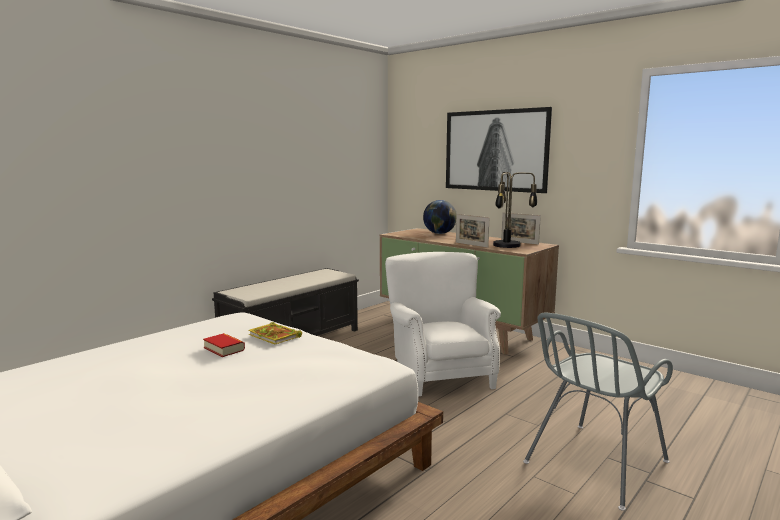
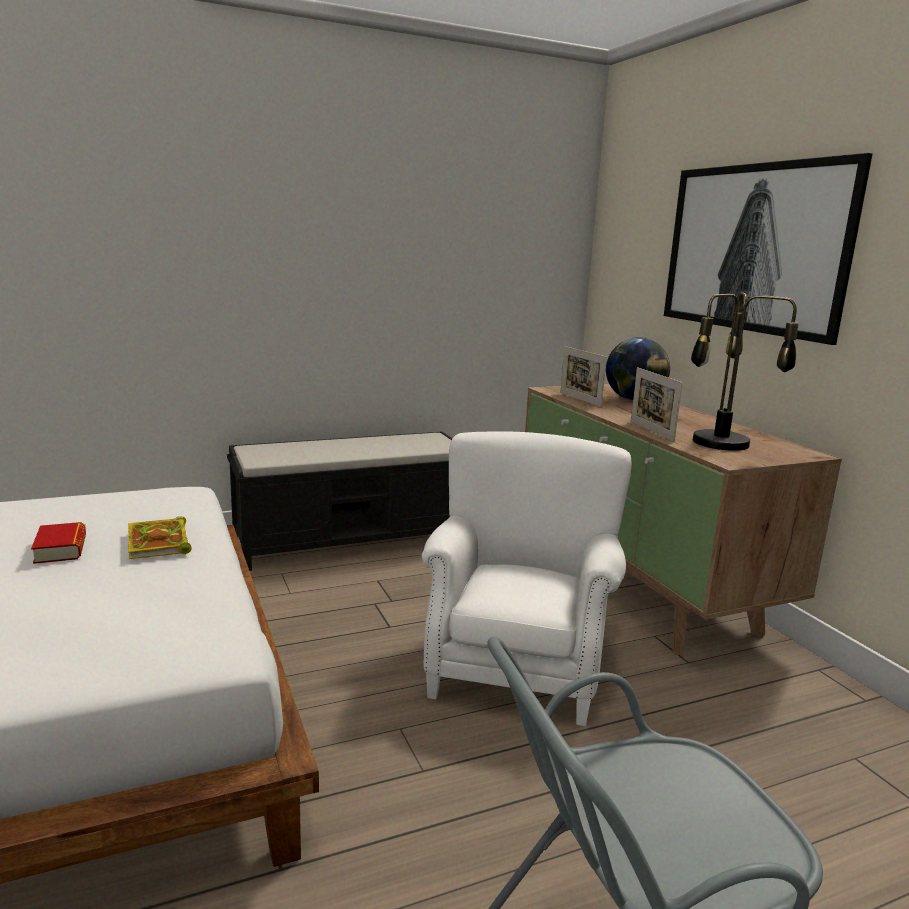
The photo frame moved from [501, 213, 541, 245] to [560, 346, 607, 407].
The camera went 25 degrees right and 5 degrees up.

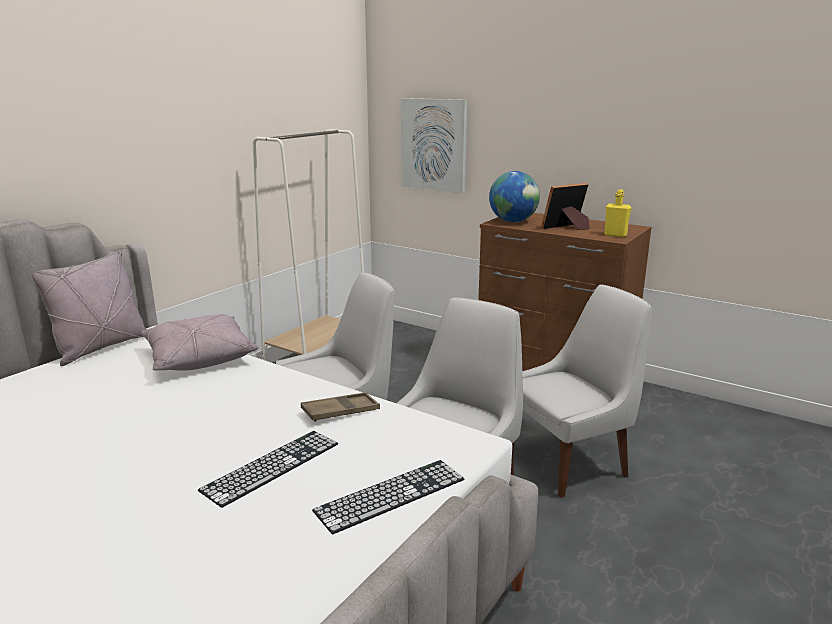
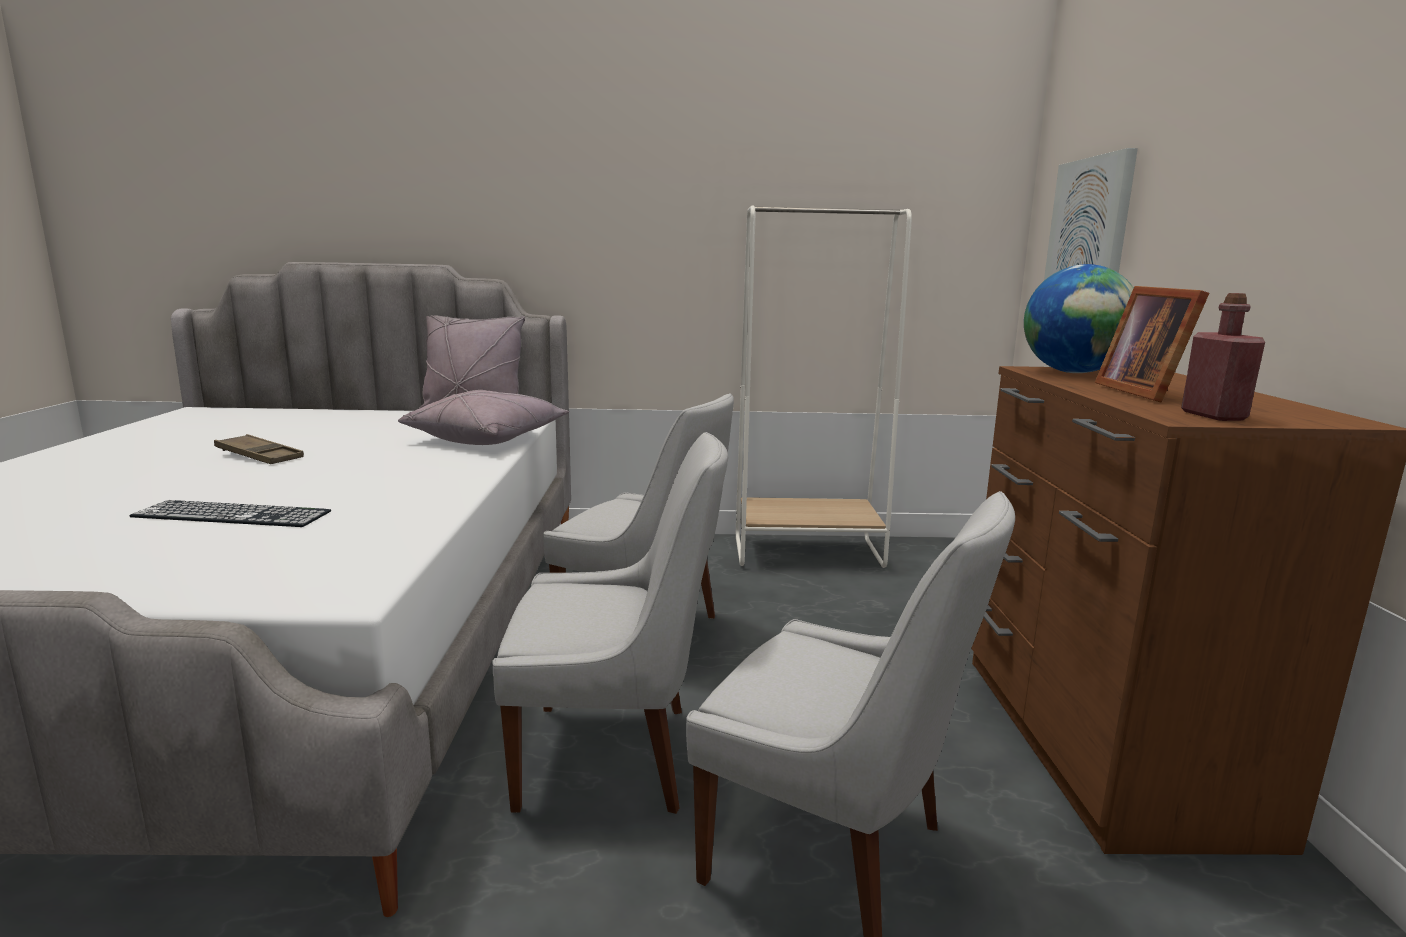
The photo frame at [541, 183, 590, 230] turned 120 degrees counterclockwise.
The yellowish beverage bottle at [604, 189, 632, 237] became the red-coloured beverage bottle at [1181, 293, 1265, 421].
The brown-coloured serving tray moved from [301, 392, 380, 422] to [214, 434, 304, 464].
The computer keyboard at [312, 460, 464, 535] disappeared.
The camera went 55 degrees right and 5 degrees down.

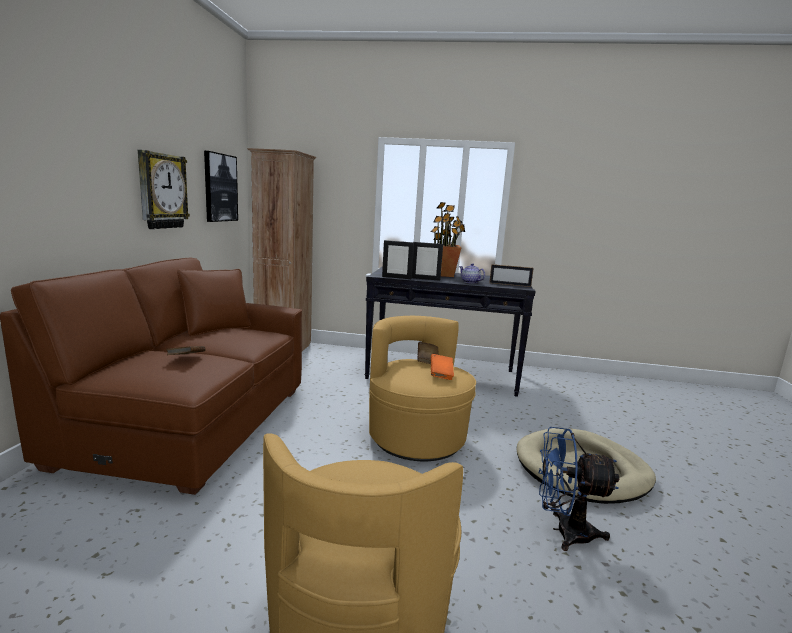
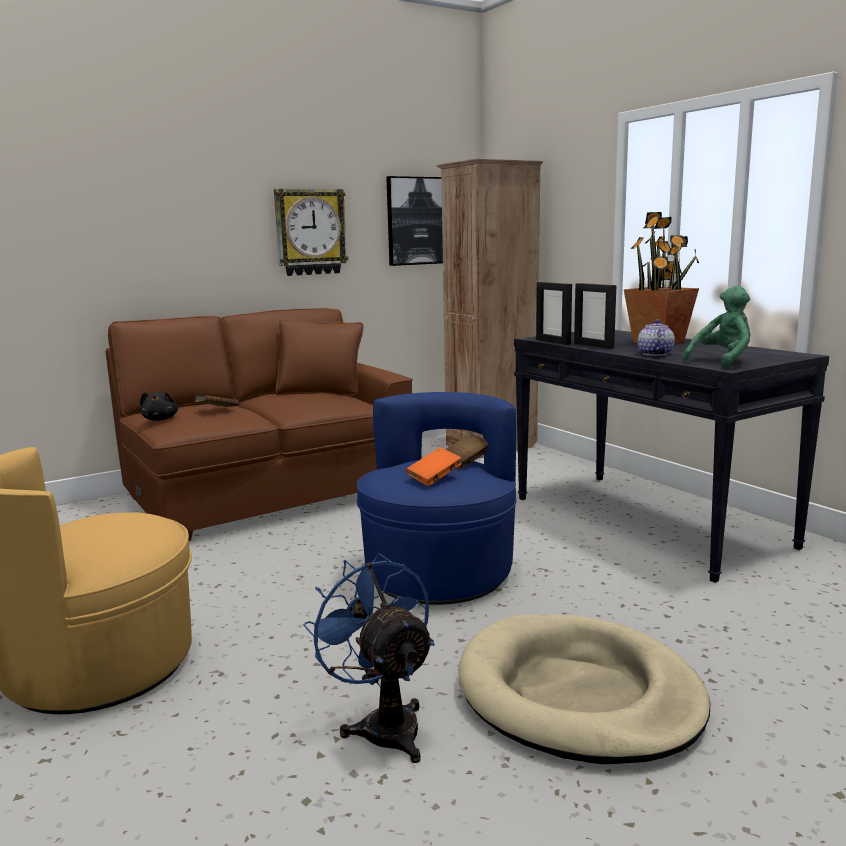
The photo frame at [489, 264, 534, 287] was replaced by the greenish soft toy at [682, 286, 750, 369].
The beige lounge chair at [369, 316, 476, 461] became the blue-coloured lounge chair at [357, 392, 516, 605].
The black soft toy at [140, 392, 178, 421] appeared.
The camera went 50 degrees right and 0 degrees up.

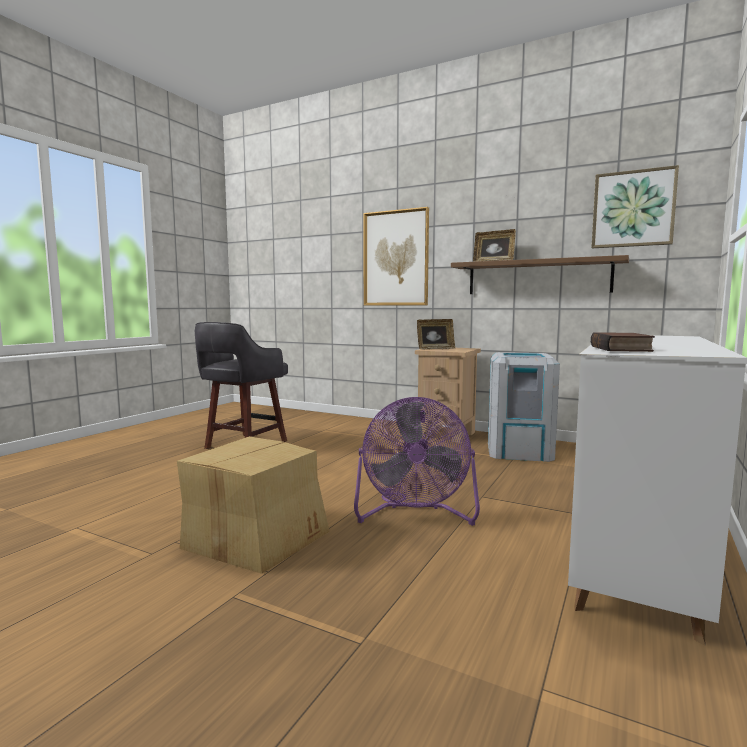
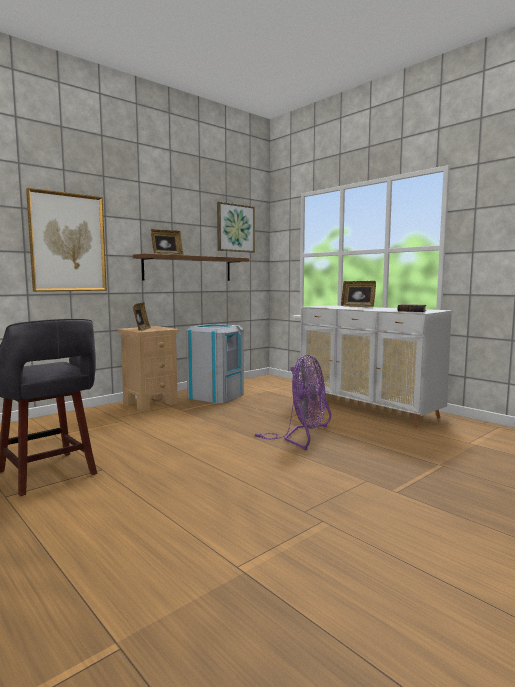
The carton at [177, 436, 330, 574] disappeared.
The photo frame at [341, 281, 376, 307] appeared.
The camera went 70 degrees left and 0 degrees up.

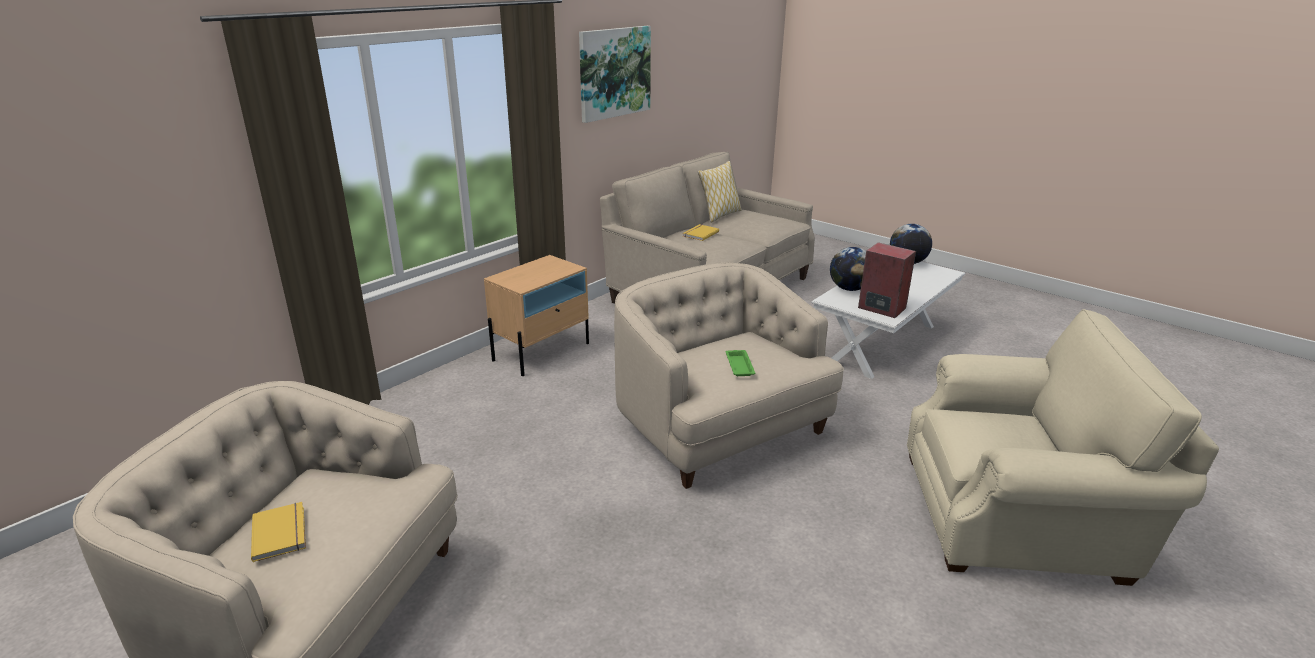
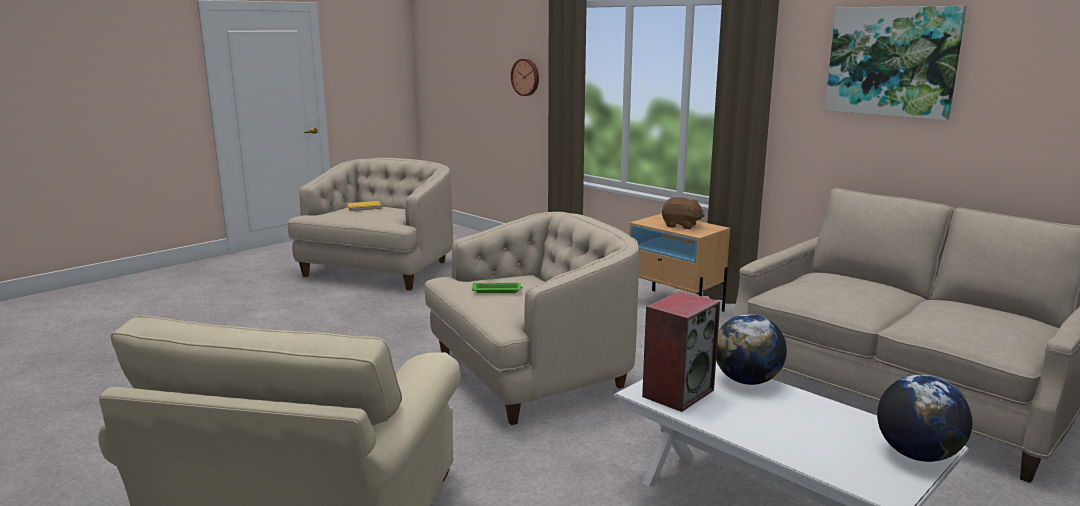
The cushion at [698, 161, 741, 223] disappeared.
The yellowish bound book at [683, 224, 719, 241] disappeared.
The hanging clock at [511, 59, 539, 96] appeared.
The brown-coloured soft toy at [662, 197, 705, 229] appeared.
The camera went 95 degrees right and 10 degrees down.

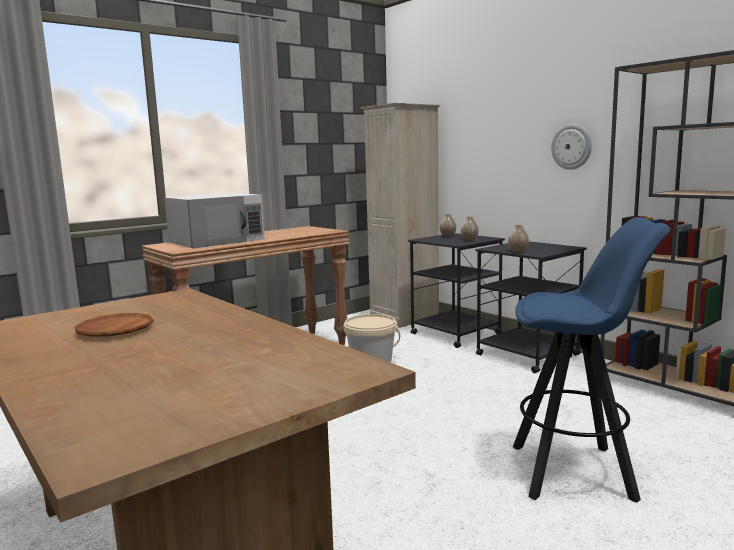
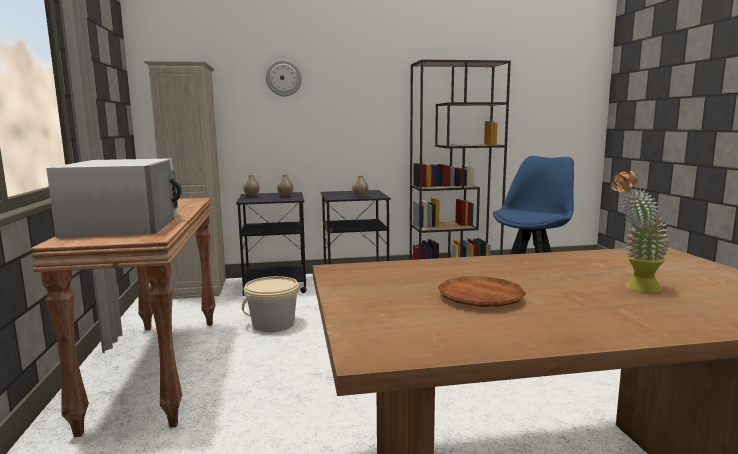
The hanging clock moved from [551, 124, 592, 170] to [266, 59, 302, 96].
The houseplant at [610, 171, 671, 293] appeared.
The camera went 60 degrees left and 0 degrees up.

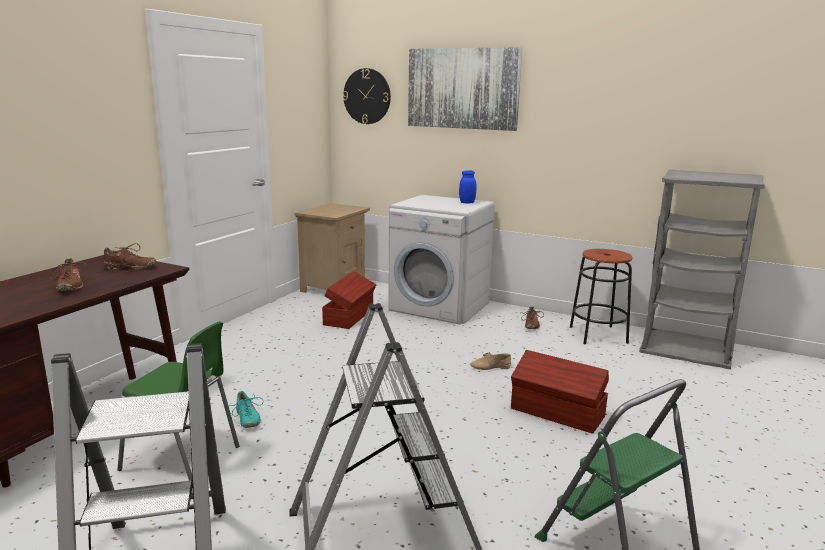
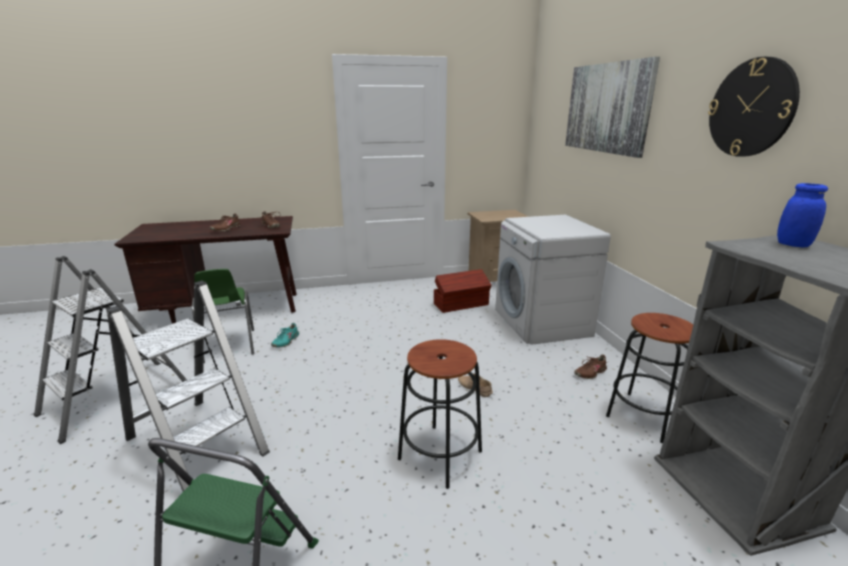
The hanging clock moved from [343, 68, 391, 124] to [708, 57, 800, 157].
The blue-coloured jar moved from [459, 171, 477, 203] to [777, 183, 828, 248].
The brown-coloured storage bin at [511, 350, 609, 434] was replaced by the black stool seat at [398, 339, 482, 489].
The camera went 50 degrees right and 5 degrees up.

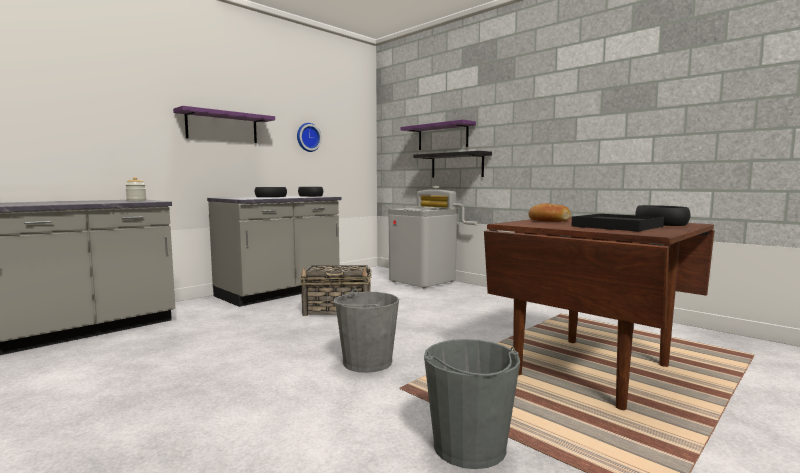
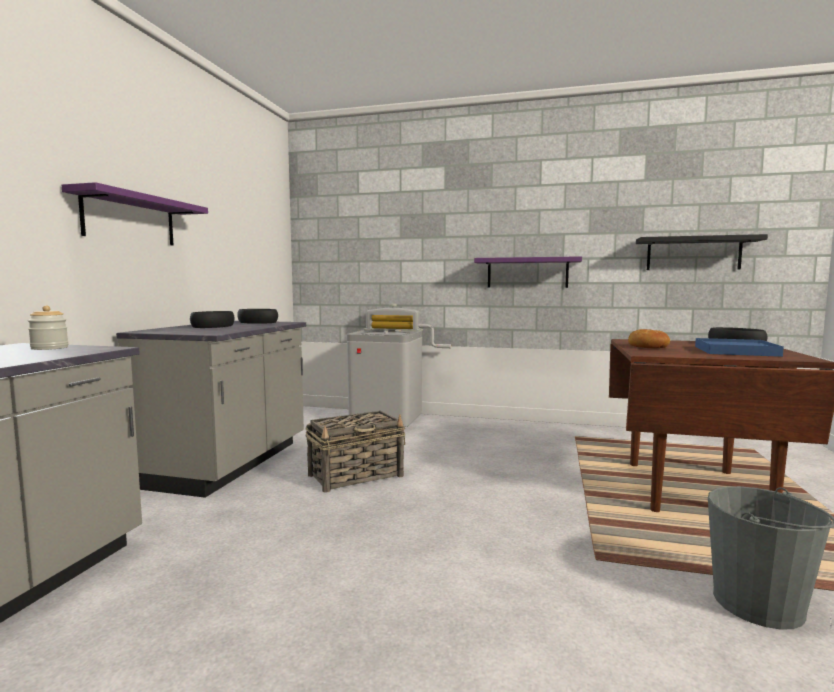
The purple-coloured bracket shelf moved from [401, 119, 476, 150] to [474, 256, 582, 288].
The hanging clock at [297, 123, 322, 152] disappeared.
The black bracket shelf moved from [414, 151, 492, 177] to [636, 234, 768, 270].
The black serving tray at [571, 214, 664, 231] became the blue-coloured serving tray at [695, 338, 784, 357].
The grey bucket at [333, 289, 399, 373] disappeared.
The camera went 30 degrees left and 0 degrees up.

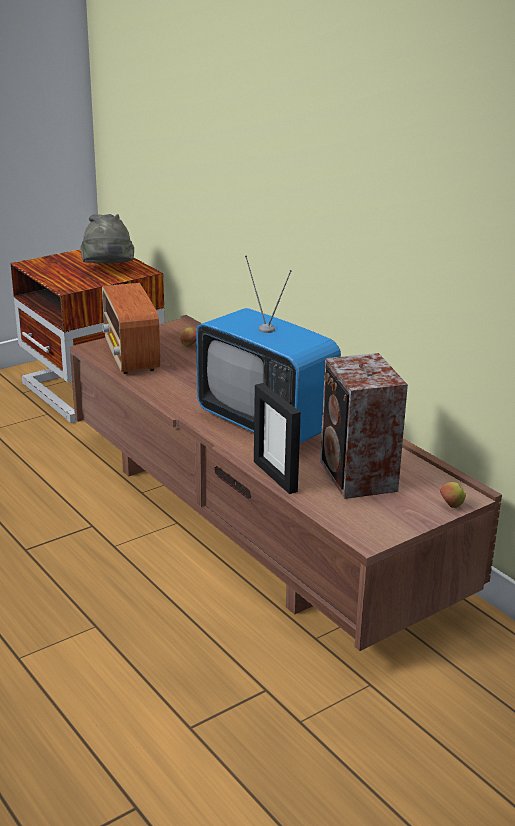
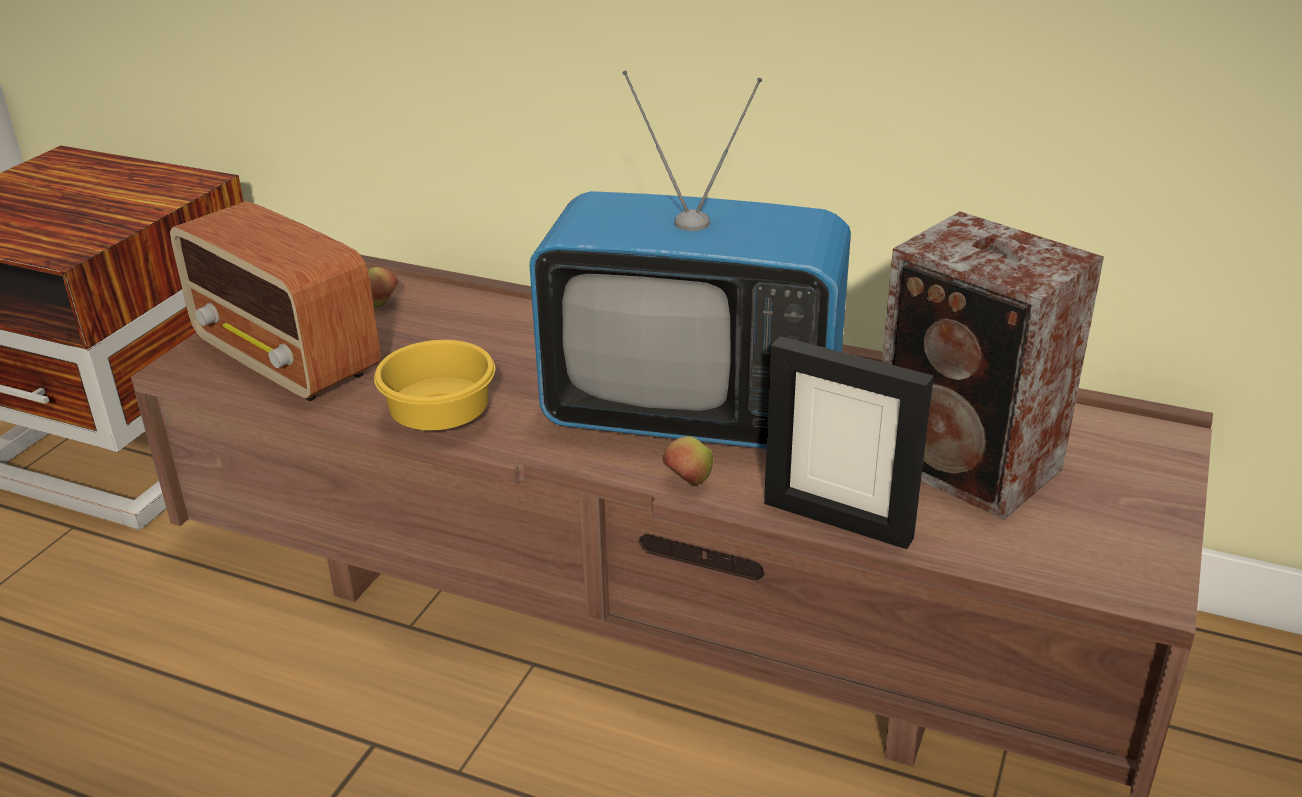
The grey wearable hat at [80, 214, 134, 263] disappeared.
The apple fruit moved from [440, 482, 466, 508] to [663, 436, 713, 486].
The yellowish serving bowl at [374, 340, 495, 430] appeared.
The camera went 30 degrees left and 5 degrees up.

